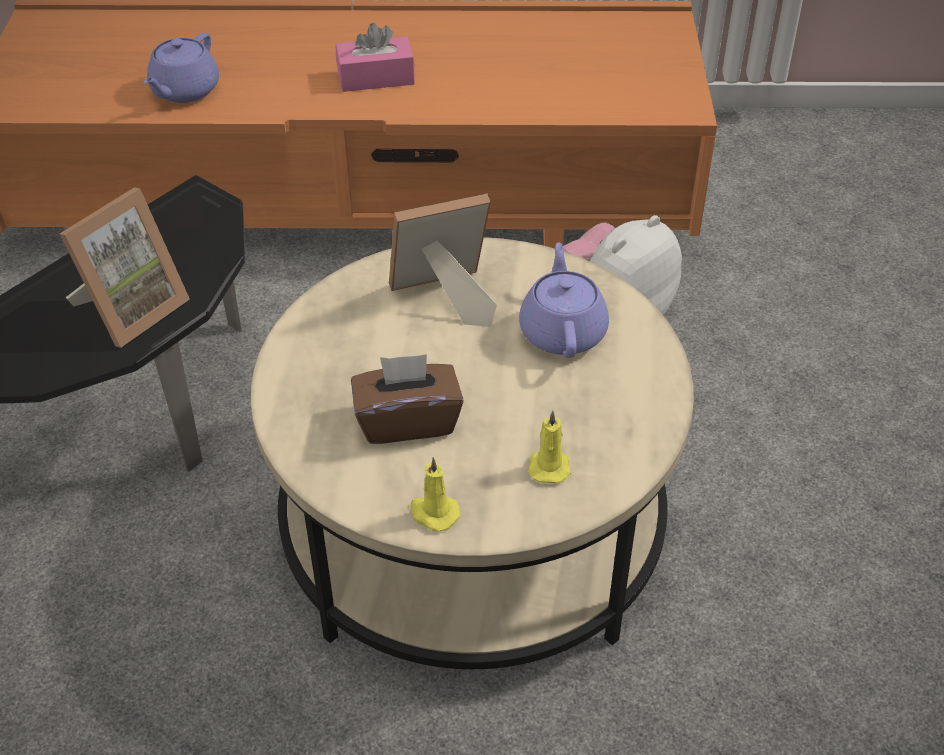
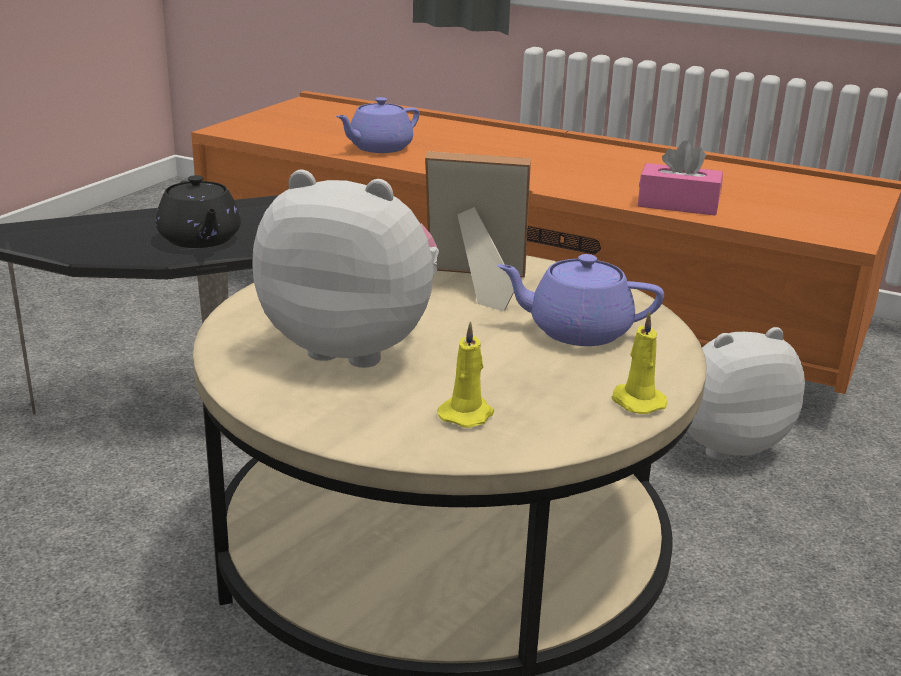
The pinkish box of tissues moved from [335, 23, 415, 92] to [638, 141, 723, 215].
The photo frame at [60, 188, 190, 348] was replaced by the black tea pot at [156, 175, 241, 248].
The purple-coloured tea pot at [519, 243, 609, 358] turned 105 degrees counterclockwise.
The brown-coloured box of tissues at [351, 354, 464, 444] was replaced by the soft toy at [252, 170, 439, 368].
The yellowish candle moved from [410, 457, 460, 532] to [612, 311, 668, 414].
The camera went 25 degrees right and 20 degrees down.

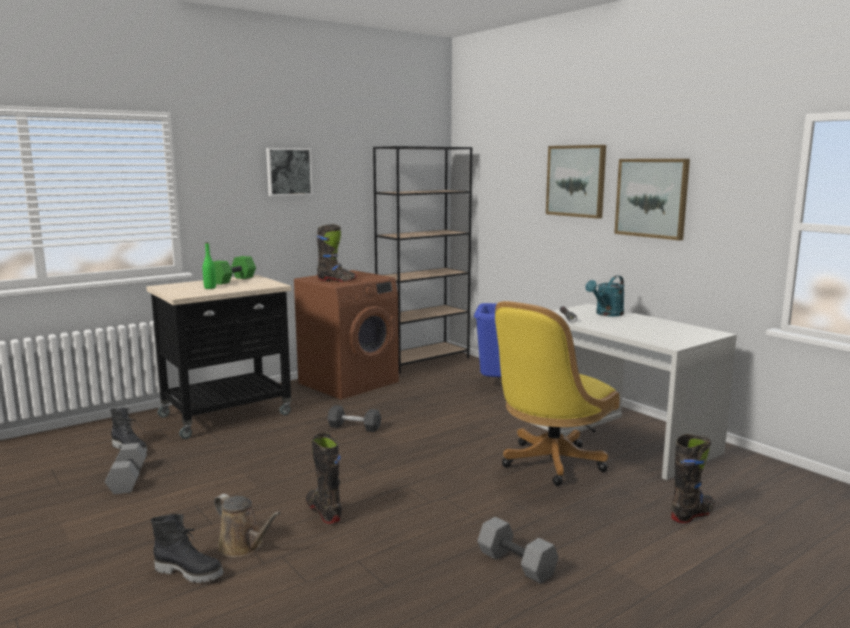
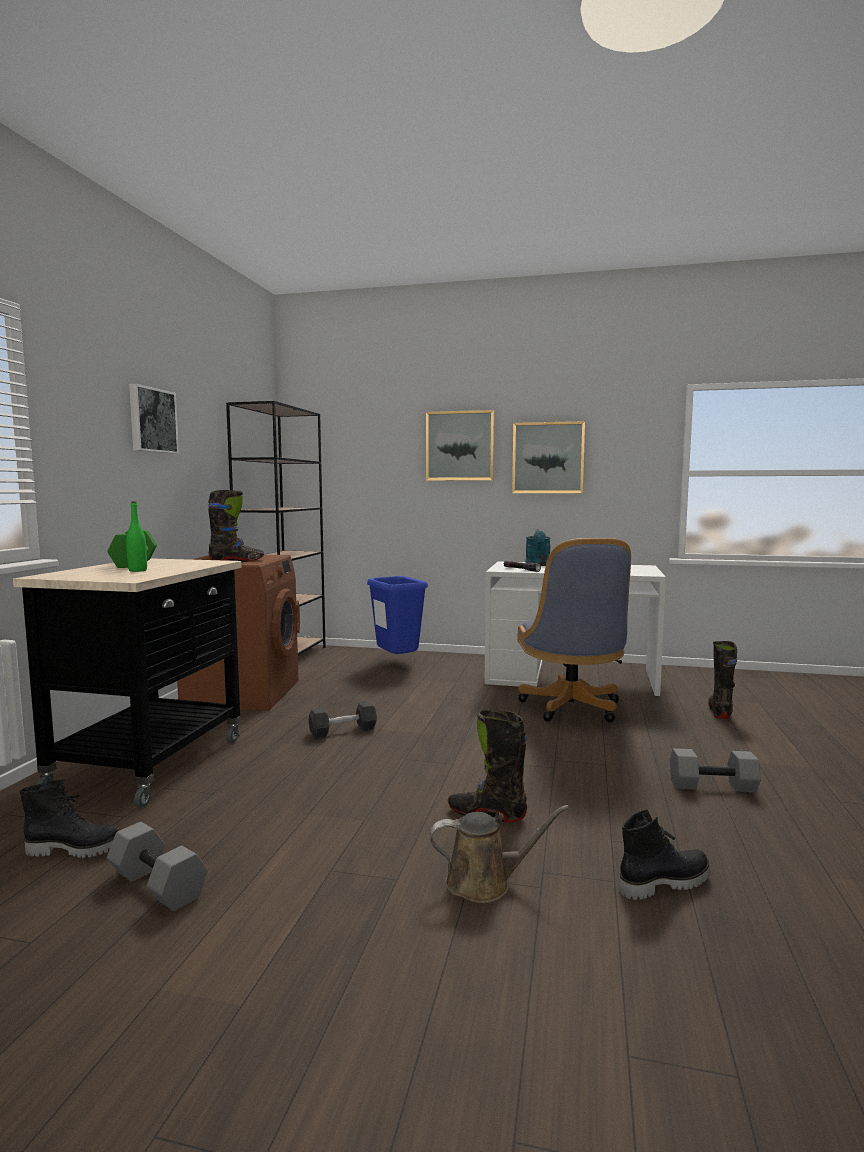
The yellowish computer chair at [495, 301, 620, 486] became the blue-coloured computer chair at [517, 538, 631, 723].
The black boot moved from [151, 514, 224, 583] to [619, 809, 711, 900].
The camera went 40 degrees left and 5 degrees down.

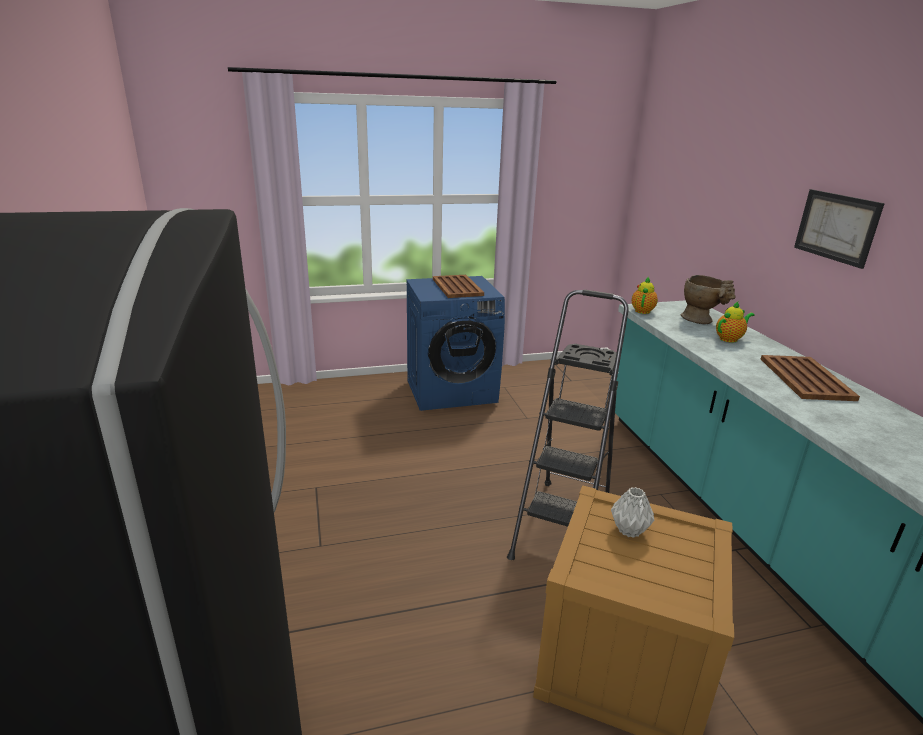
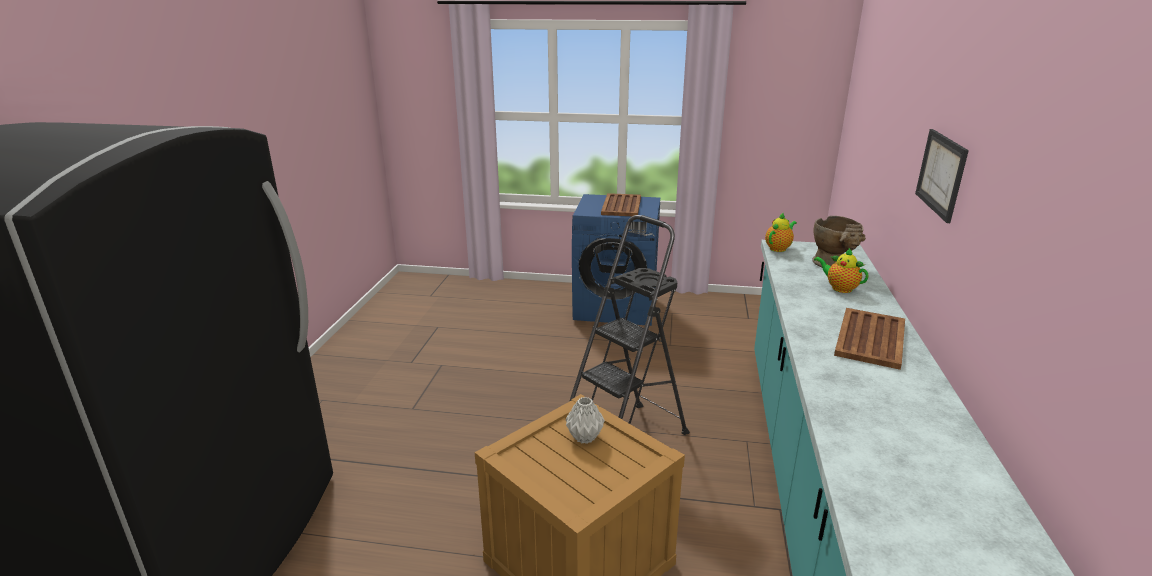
The tea pot at [716, 302, 755, 343] turned 135 degrees counterclockwise.
The camera went 25 degrees right and 0 degrees up.

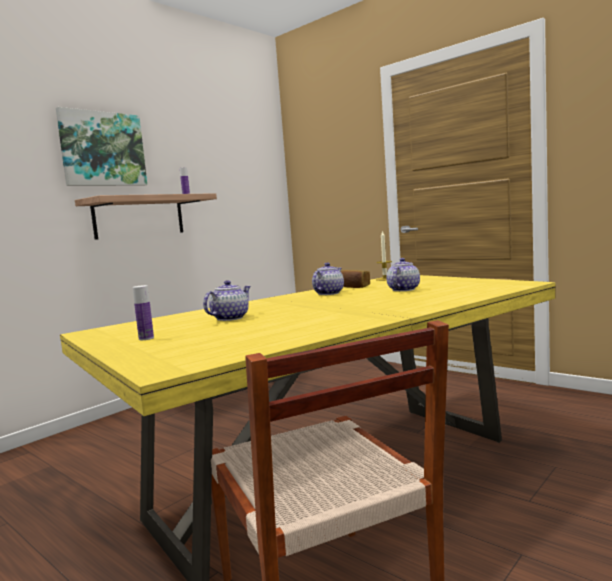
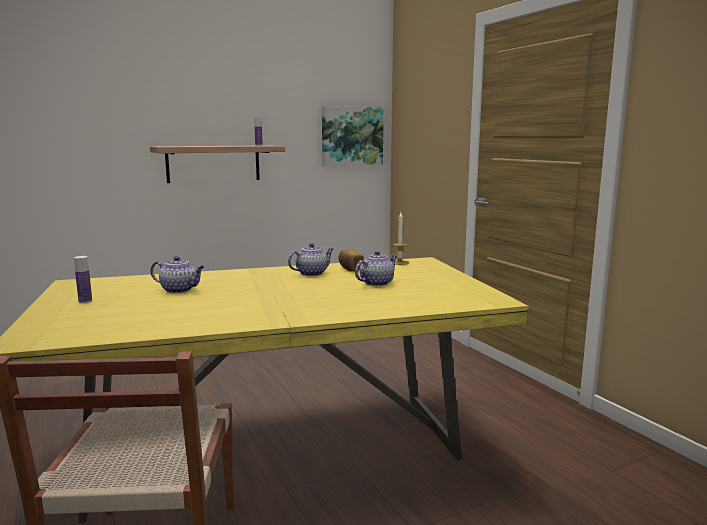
The picture moved from [56, 107, 147, 186] to [322, 106, 384, 166].
The tea pot at [203, 280, 251, 321] turned 45 degrees clockwise.
The camera went 20 degrees right and 5 degrees up.

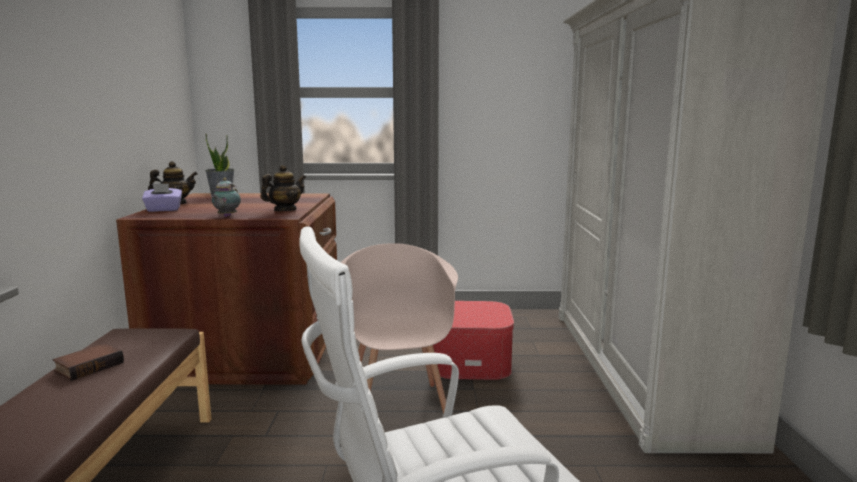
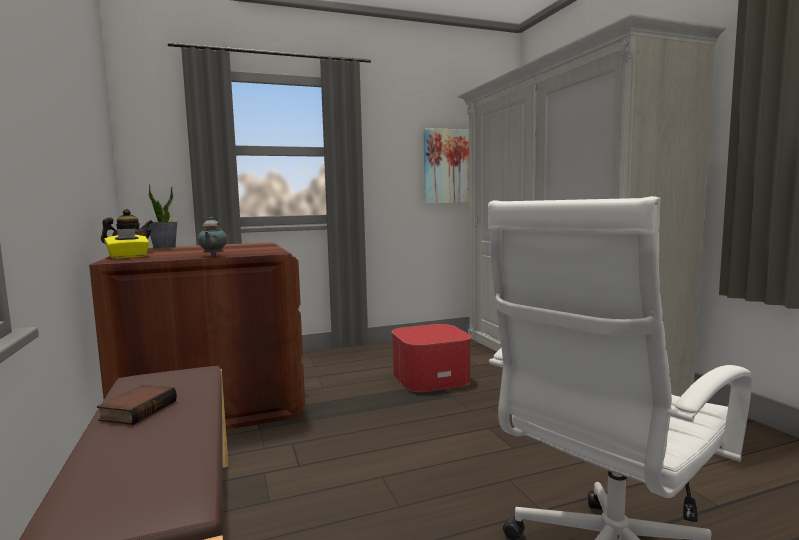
The tea pot at [261, 165, 306, 211] disappeared.
The purple-coloured box of tissues at [142, 183, 182, 212] became the yellowish box of tissues at [104, 228, 149, 259].
The beige chair at [341, 243, 458, 414] disappeared.
The picture at [423, 128, 469, 204] appeared.
The camera went 20 degrees left and 5 degrees down.

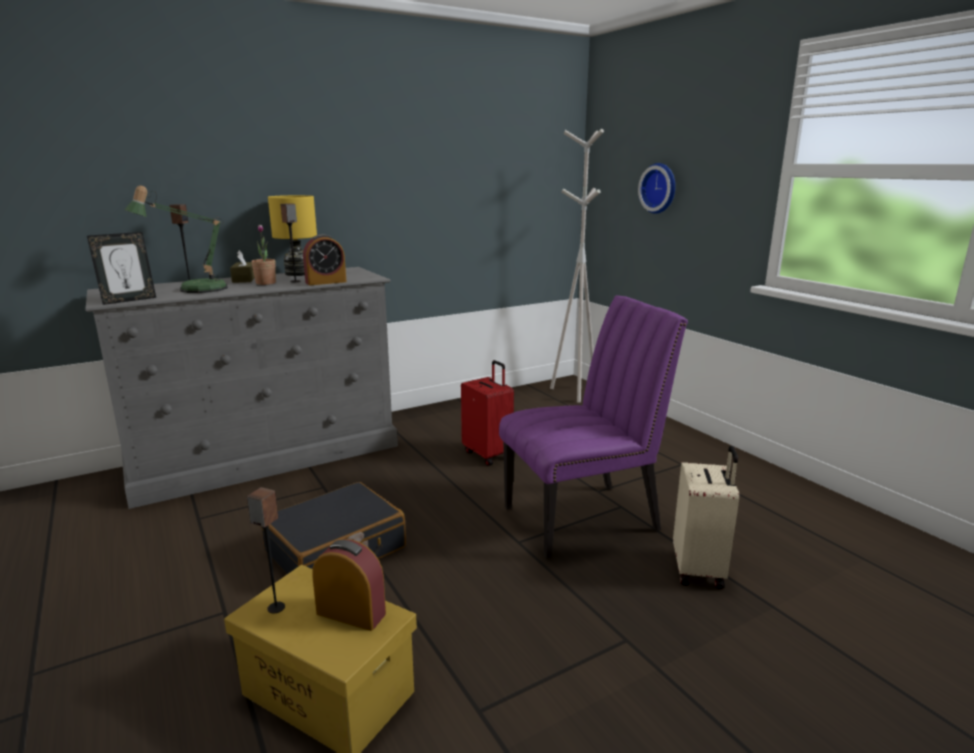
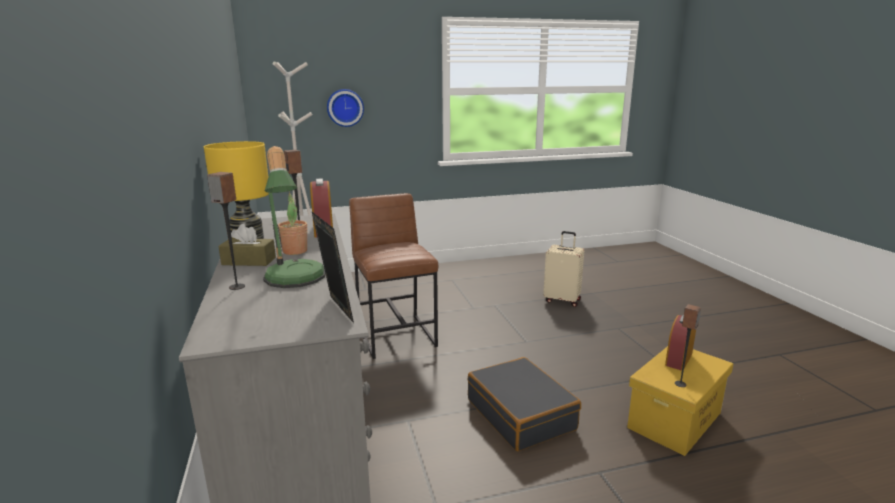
The purple-coloured chair at [499, 295, 688, 559] disappeared.
The red-coloured suitcase at [461, 360, 514, 466] was replaced by the brown-coloured chair at [349, 193, 438, 359].
The camera went 75 degrees left and 0 degrees up.

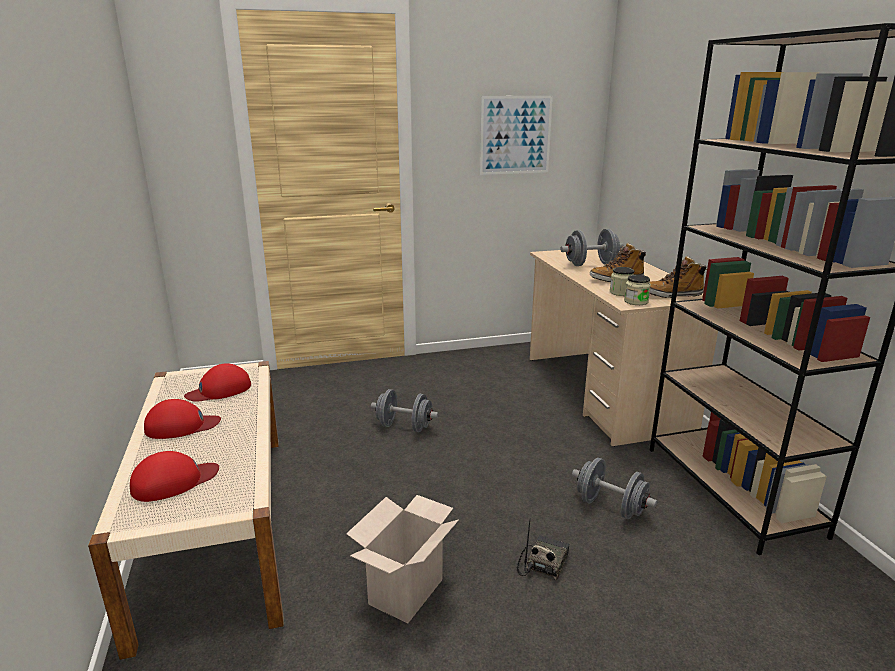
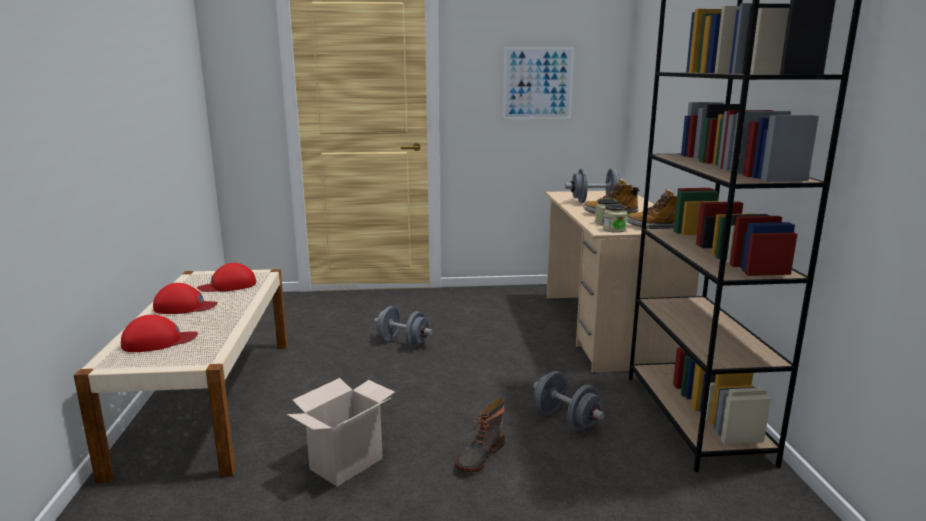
The radio set at [517, 520, 569, 581] was replaced by the boot at [454, 398, 505, 473].
The camera went 10 degrees right and 5 degrees down.

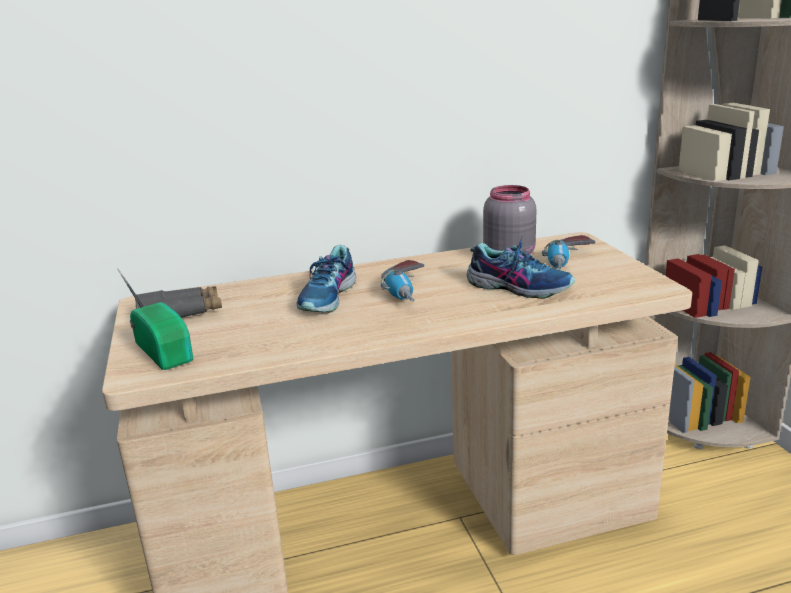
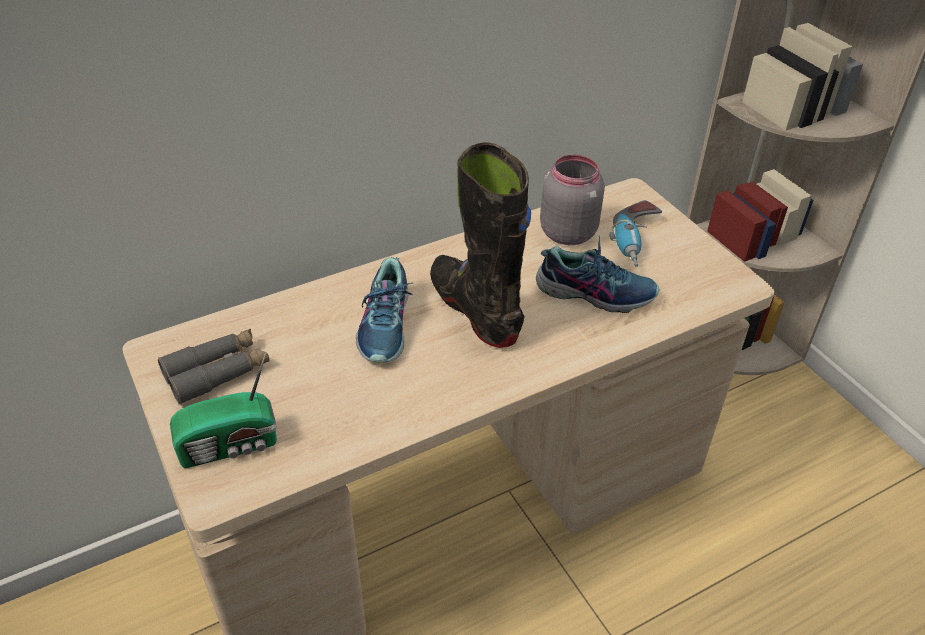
The drill at [381, 260, 424, 302] was replaced by the black boot at [430, 143, 531, 348].
The radio set at [117, 268, 193, 370] turned 120 degrees clockwise.
The camera went 15 degrees left and 20 degrees up.

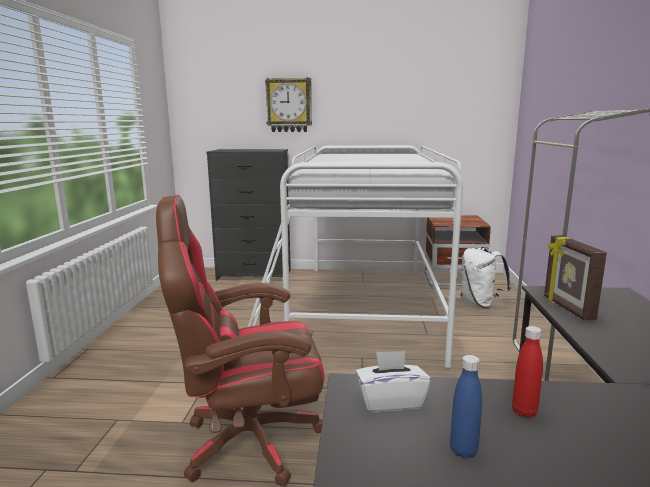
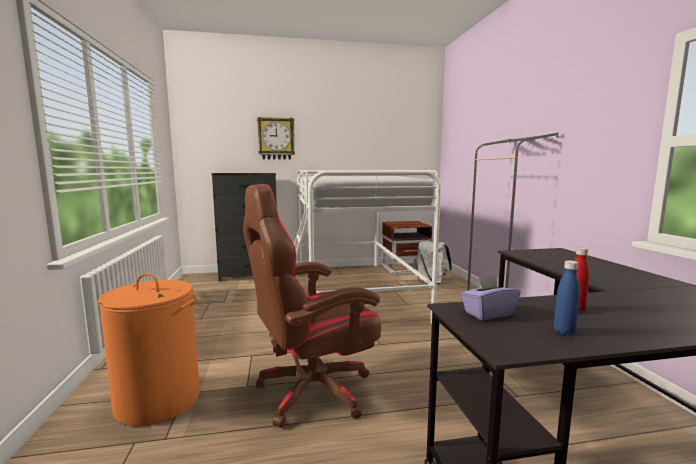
The photo frame at [544, 235, 607, 321] disappeared.
The white-coloured box of tissues at [355, 351, 431, 412] became the purple-coloured box of tissues at [461, 274, 521, 320].
The orange-coloured hamper at [98, 273, 200, 426] appeared.
The camera went 15 degrees left and 5 degrees down.

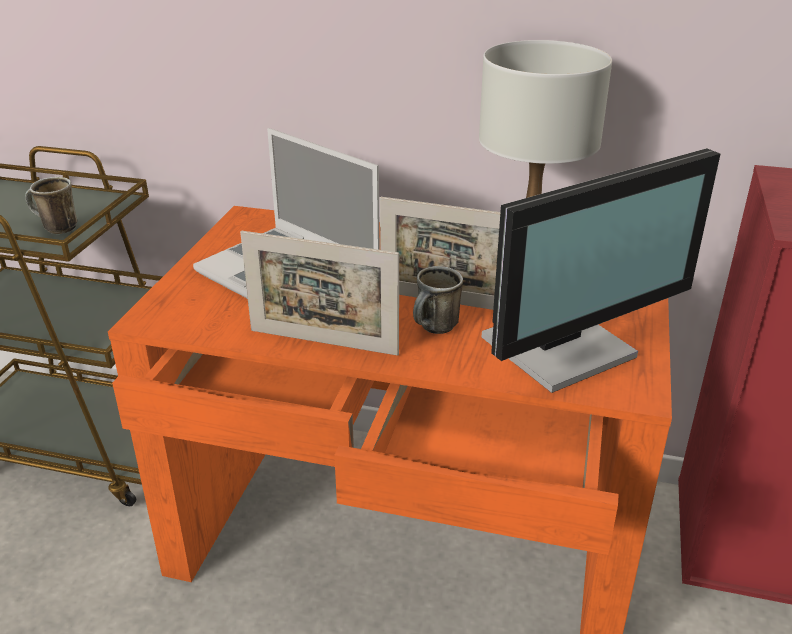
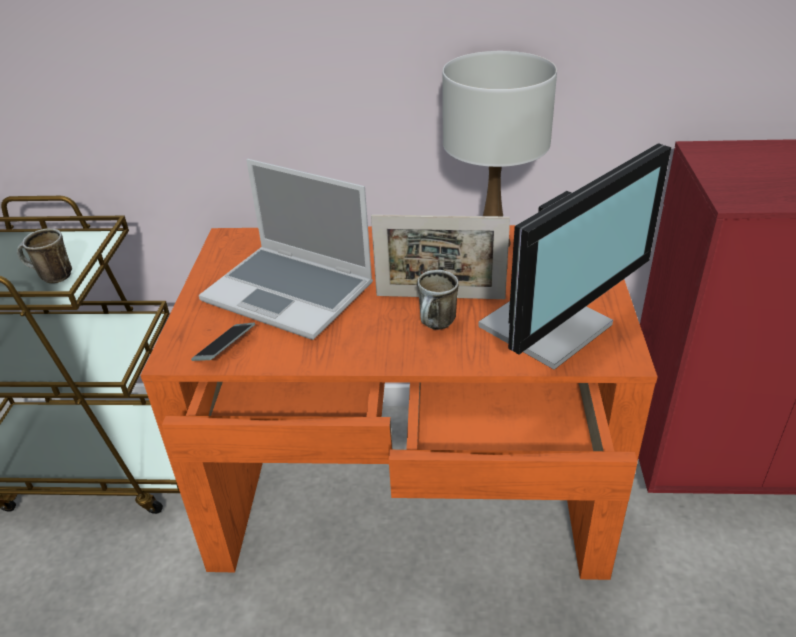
The photo frame at [240, 231, 399, 356] disappeared.
The handset at [191, 323, 255, 361] appeared.
The camera went 10 degrees left and 5 degrees up.

